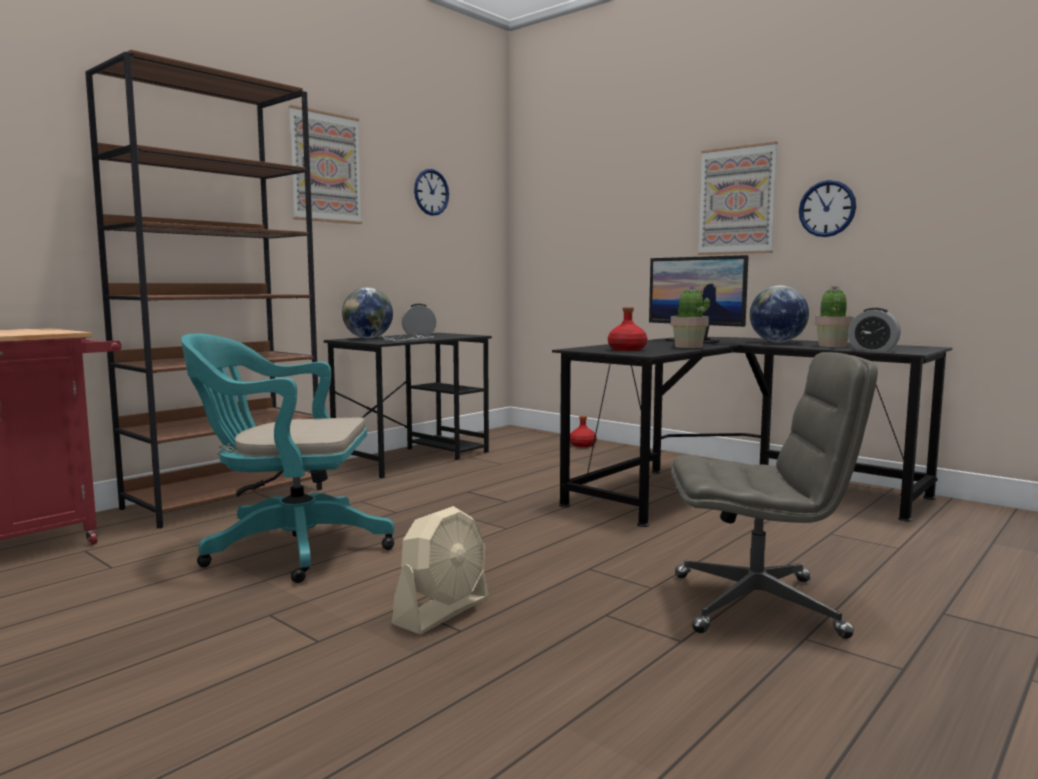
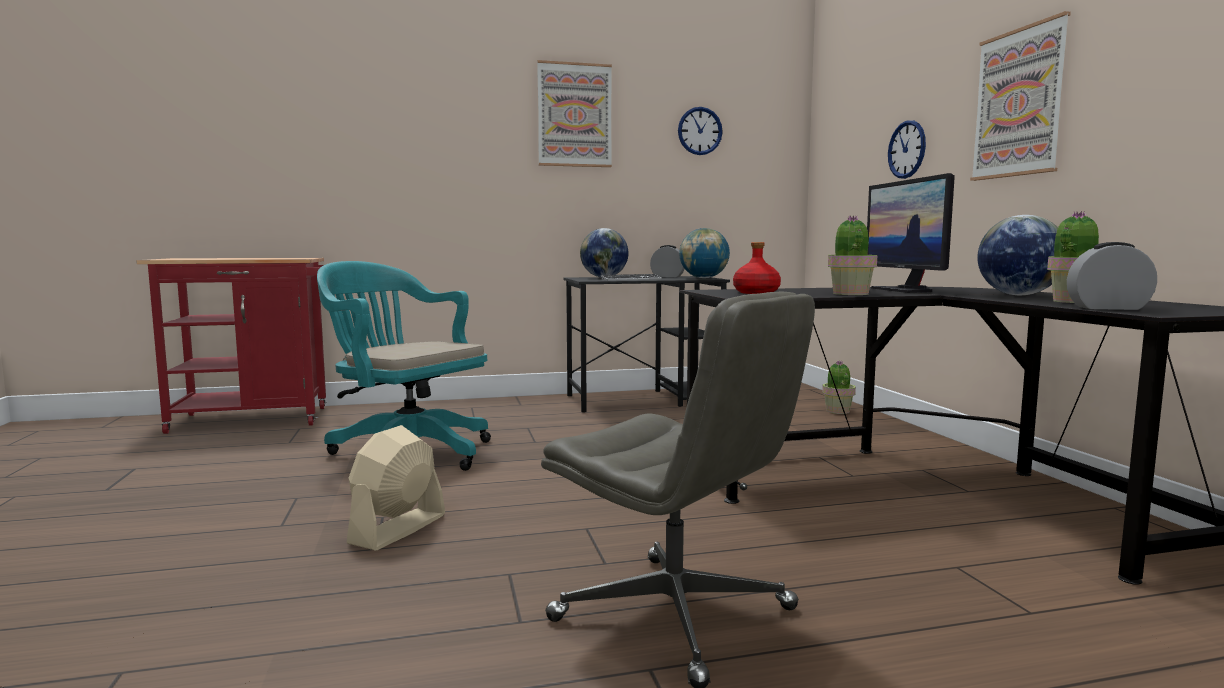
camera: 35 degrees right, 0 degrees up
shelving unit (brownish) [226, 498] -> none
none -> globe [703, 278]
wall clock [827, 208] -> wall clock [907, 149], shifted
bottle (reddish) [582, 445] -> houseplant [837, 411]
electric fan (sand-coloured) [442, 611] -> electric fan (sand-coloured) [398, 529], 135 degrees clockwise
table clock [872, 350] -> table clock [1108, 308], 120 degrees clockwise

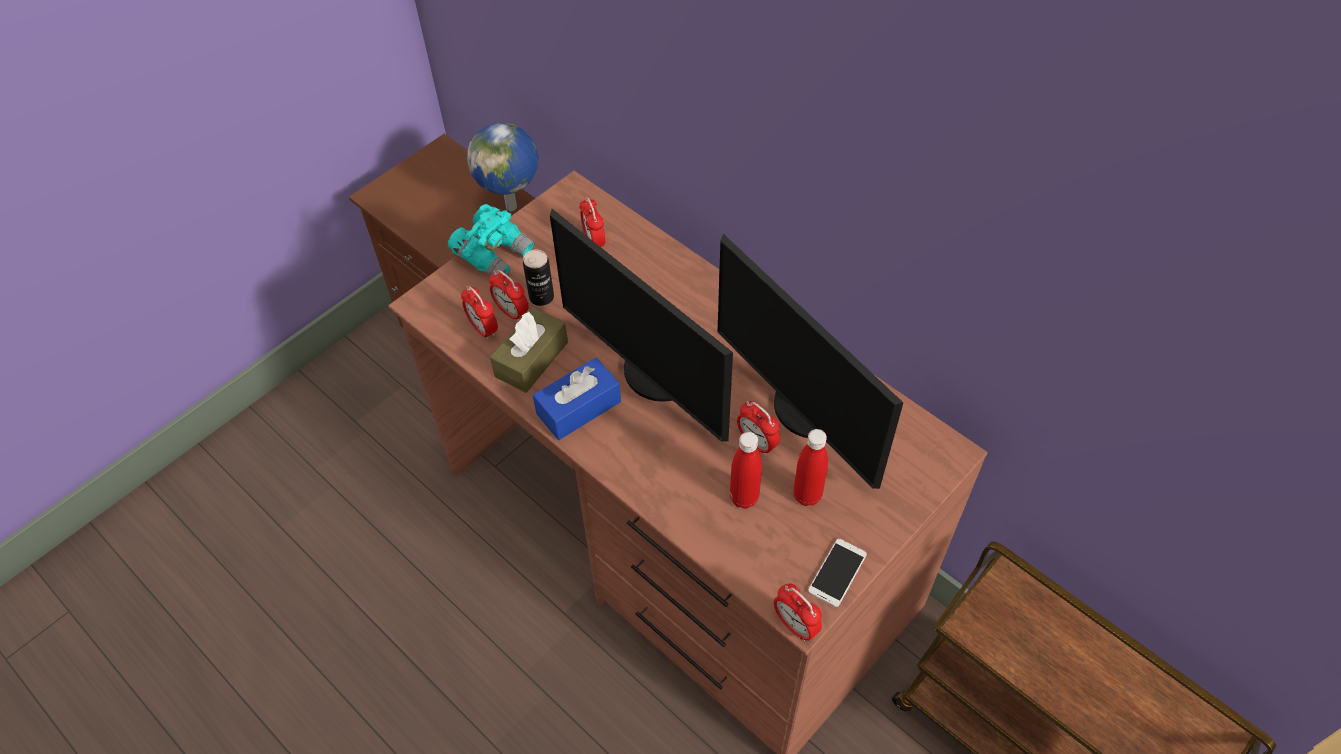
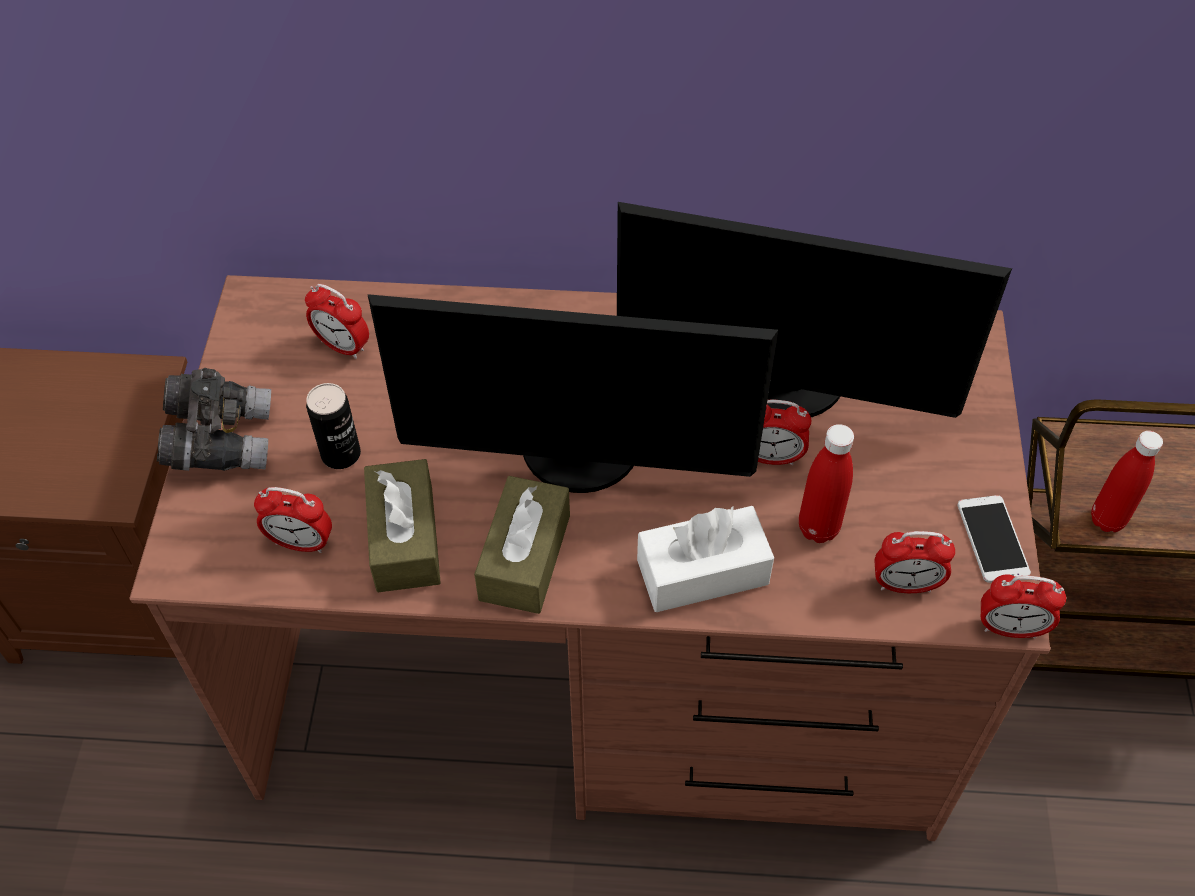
camera: 40 degrees left, 0 degrees up
globe [513, 207] -> none
none -> tissue holder (white-coloured) [702, 572]
table clock [512, 312] -> table clock [905, 584], shifted
bottle (reddish) [807, 495] -> bottle (reddish) [1107, 519], shifted
field glasses (turquoise-coloured) [494, 254] -> field glasses (gray) [221, 440]
tissue holder (bluish) [578, 408] -> tissue holder (brownish) [525, 557]

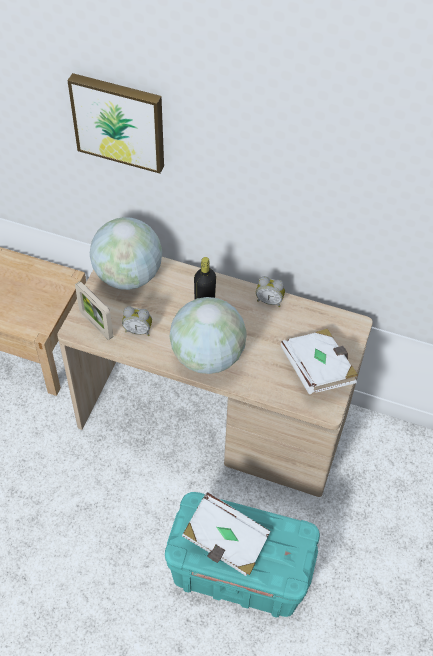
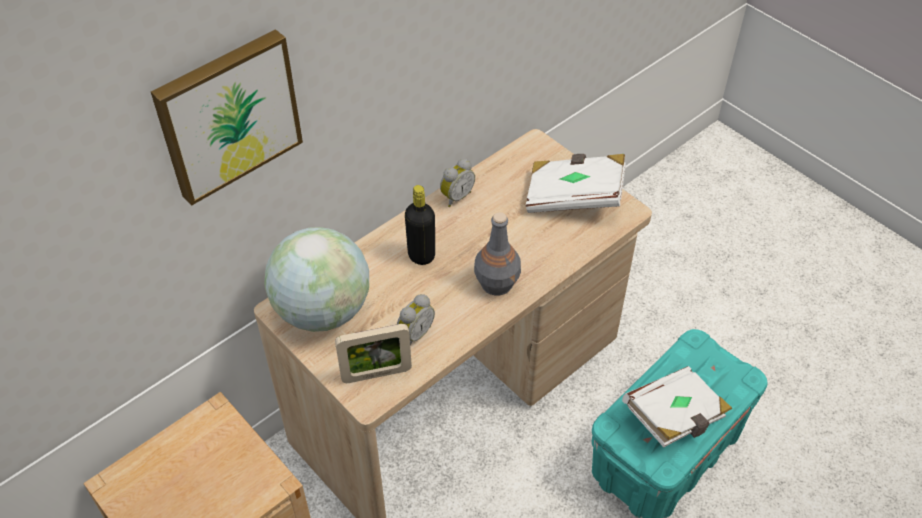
camera: 60 degrees left, 5 degrees down
globe [207, 356] -> bottle (gray) [497, 283]

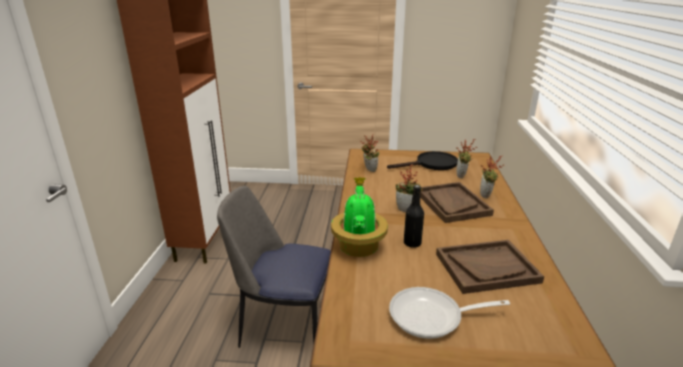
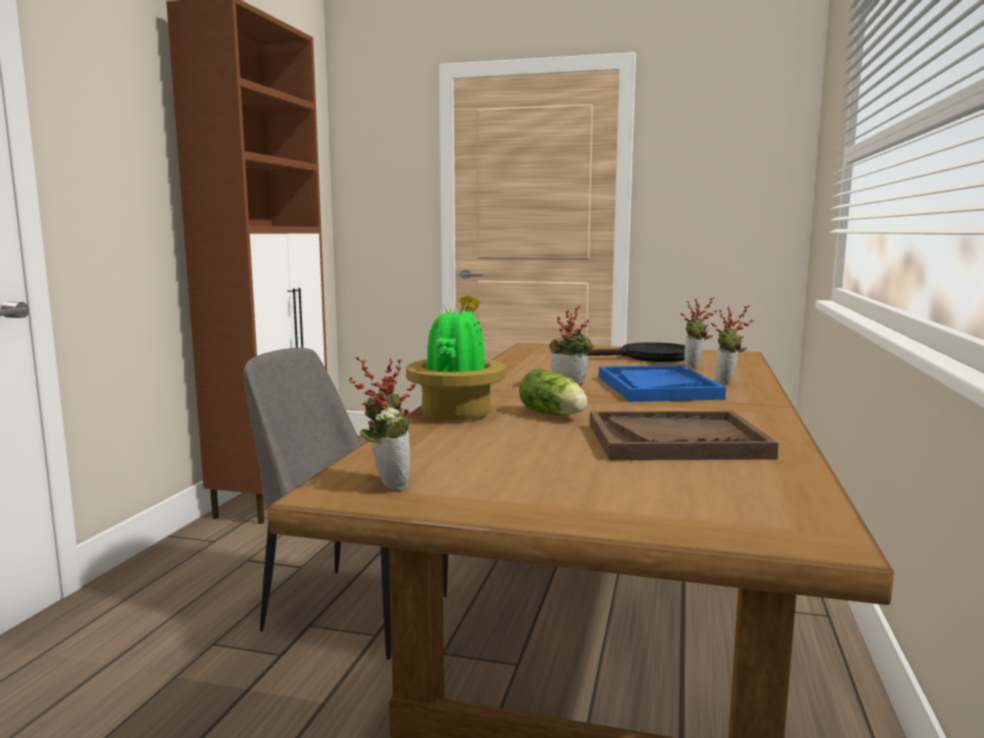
camera: 10 degrees right, 15 degrees down
frying pan [432, 317] -> none
houseplant [368, 170] -> houseplant [386, 484], shifted
bottle (black) [412, 243] -> lettuce head [554, 415]
carrying tray (brownish) [452, 203] -> carrying tray (bluish) [657, 387]

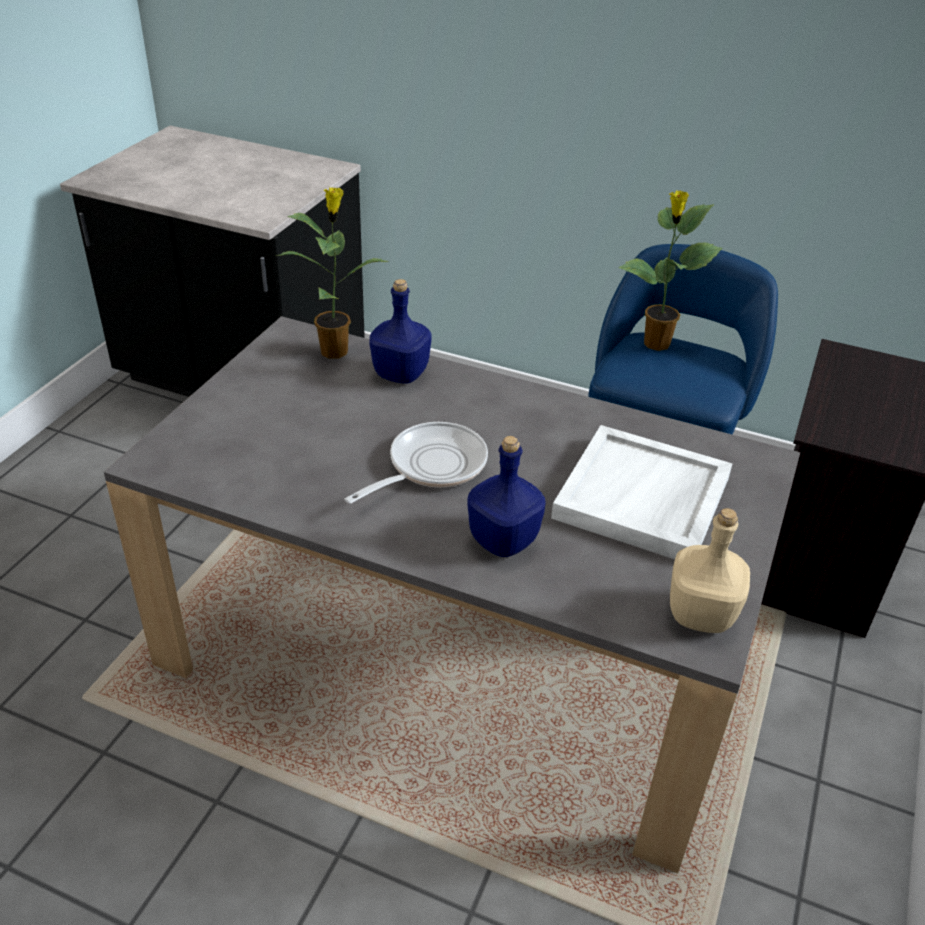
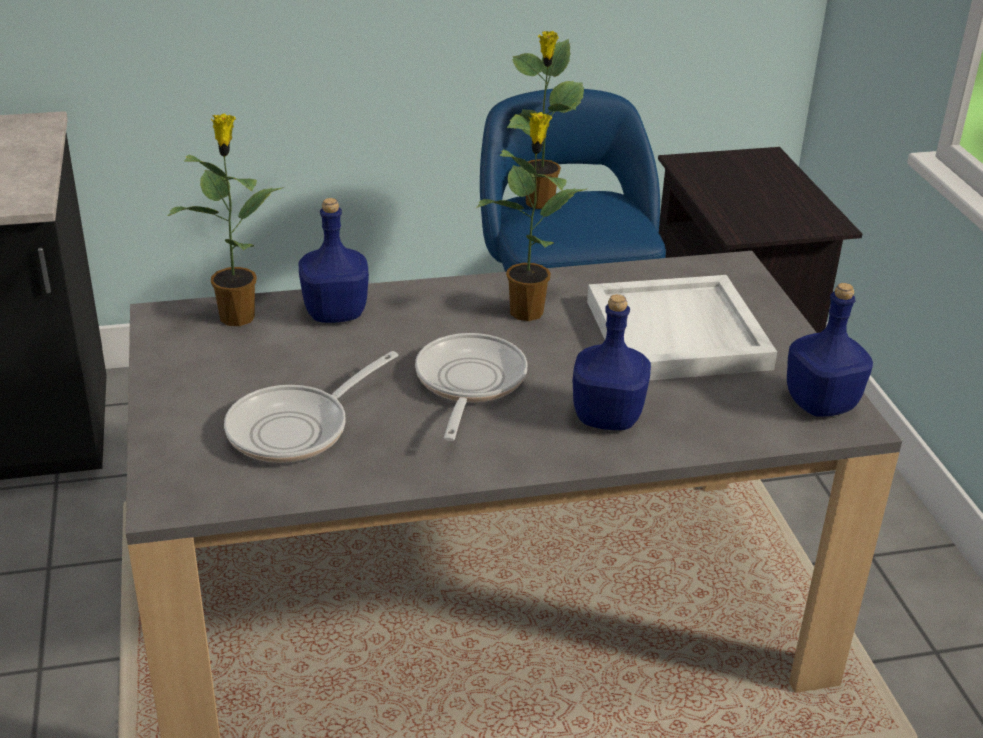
camera: 35 degrees left, 5 degrees down
none -> frying pan [297, 428]
none -> houseplant [527, 311]
bottle (sand-coloured) [700, 616] -> bottle (bluish) [821, 405]

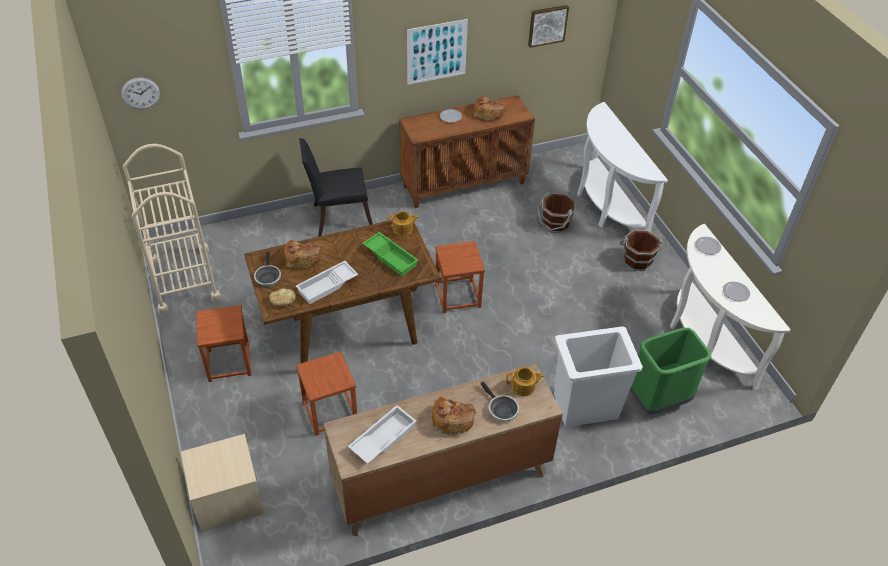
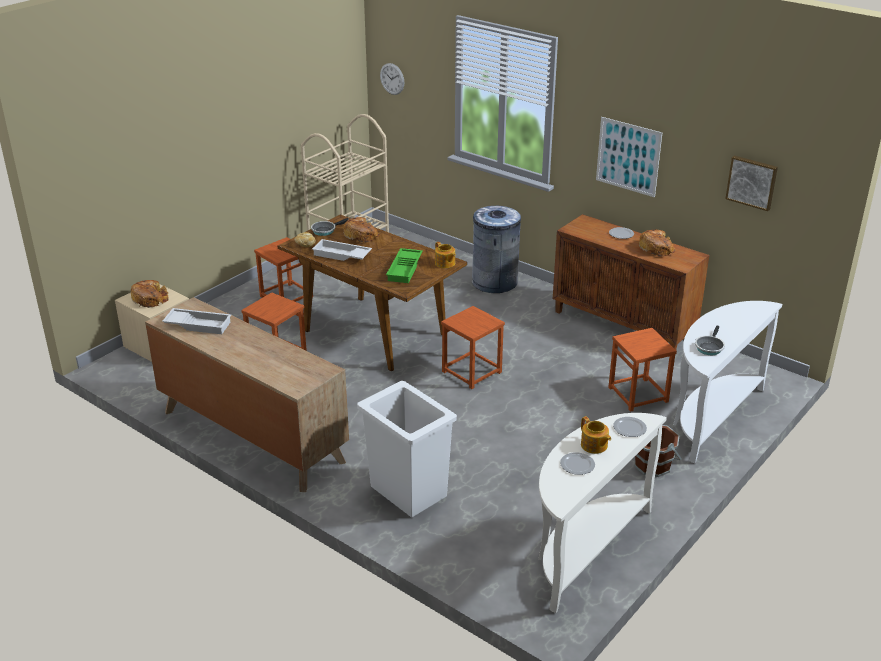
camera: 60 degrees right, 15 degrees down
waste bin (greenish) [658, 399] -> none
bread [452, 418] -> bread [150, 299], shifted
frying pan [501, 409] -> frying pan [709, 347], shifted
teapot [523, 387] -> teapot [594, 446], shifted
chair (black) [338, 218] -> waste bin (gray) [494, 282]
pail (brownish) [555, 224] -> sitting stool (brownish) [638, 394]

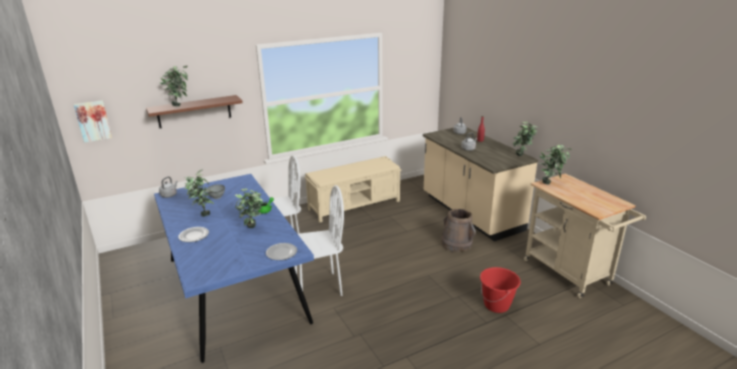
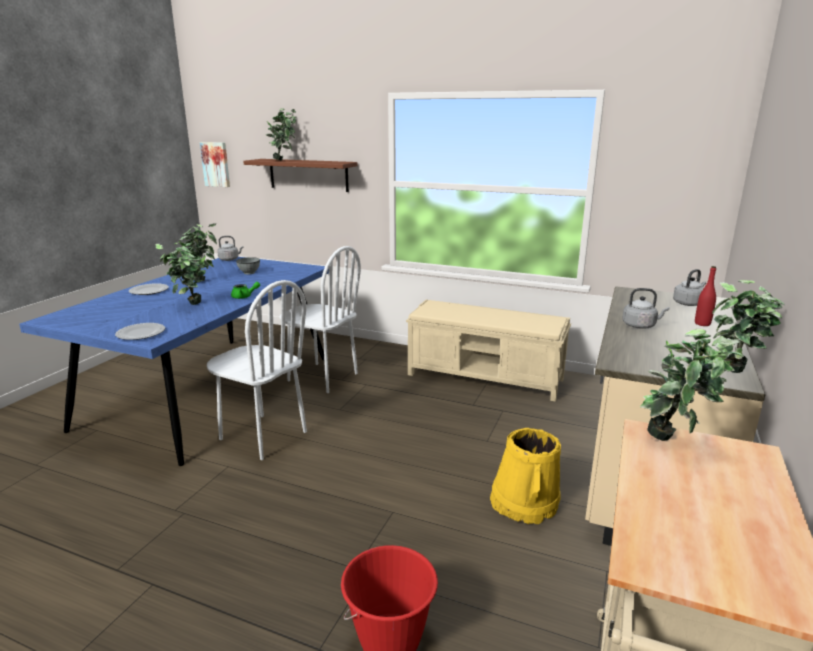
camera: 50 degrees right, 5 degrees down
pail (brownish) [456, 244] -> pail (yellow-coloured) [524, 502]

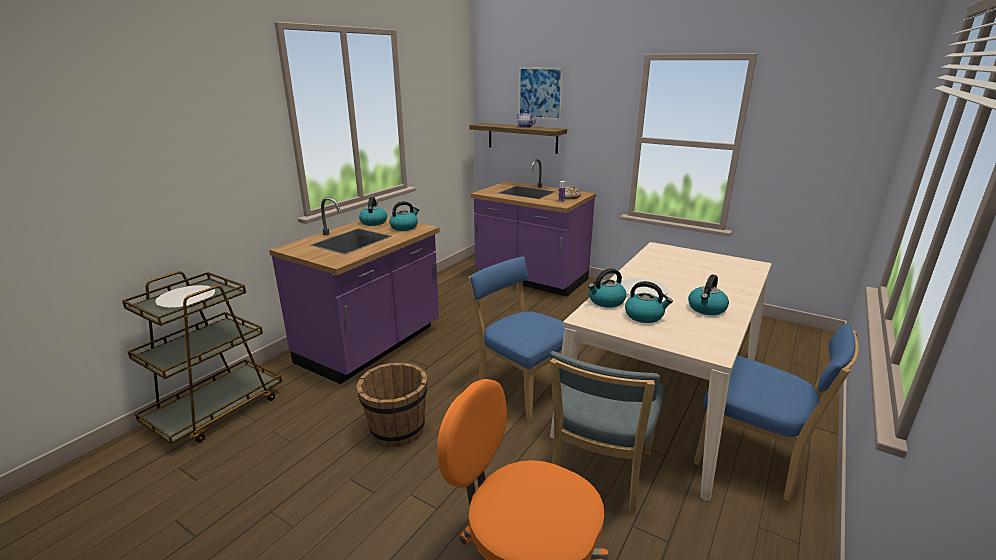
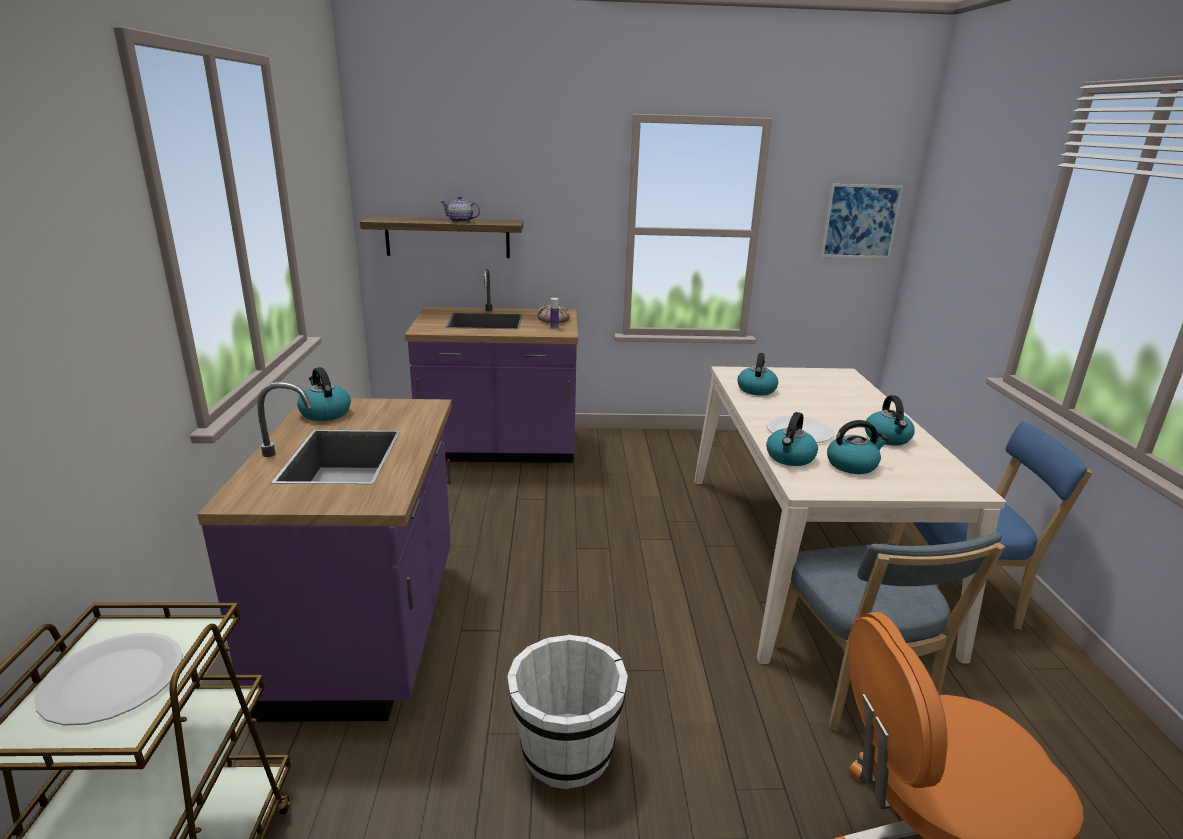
camera: 35 degrees left, 0 degrees up
chair (bluish) [522, 388] -> none
tea kettle [404, 227] -> tea kettle [756, 389], shifted
picture [540, 93] -> picture [860, 221], shifted
pail (brownish) [397, 430] -> pail (white-coloured) [566, 752]

